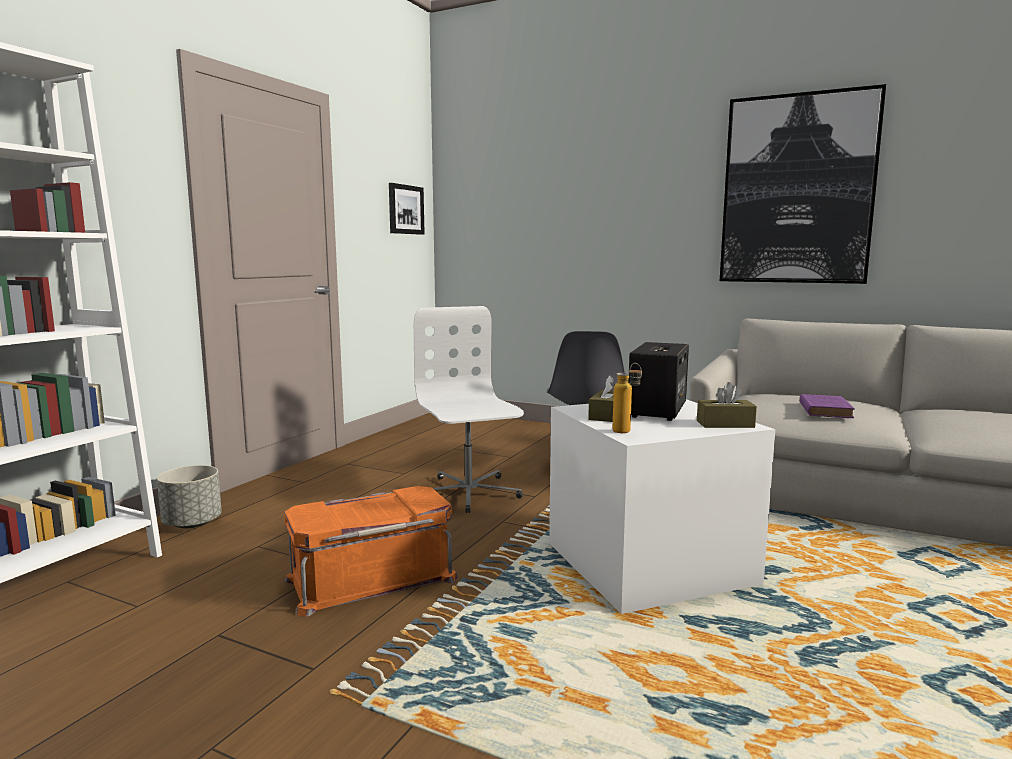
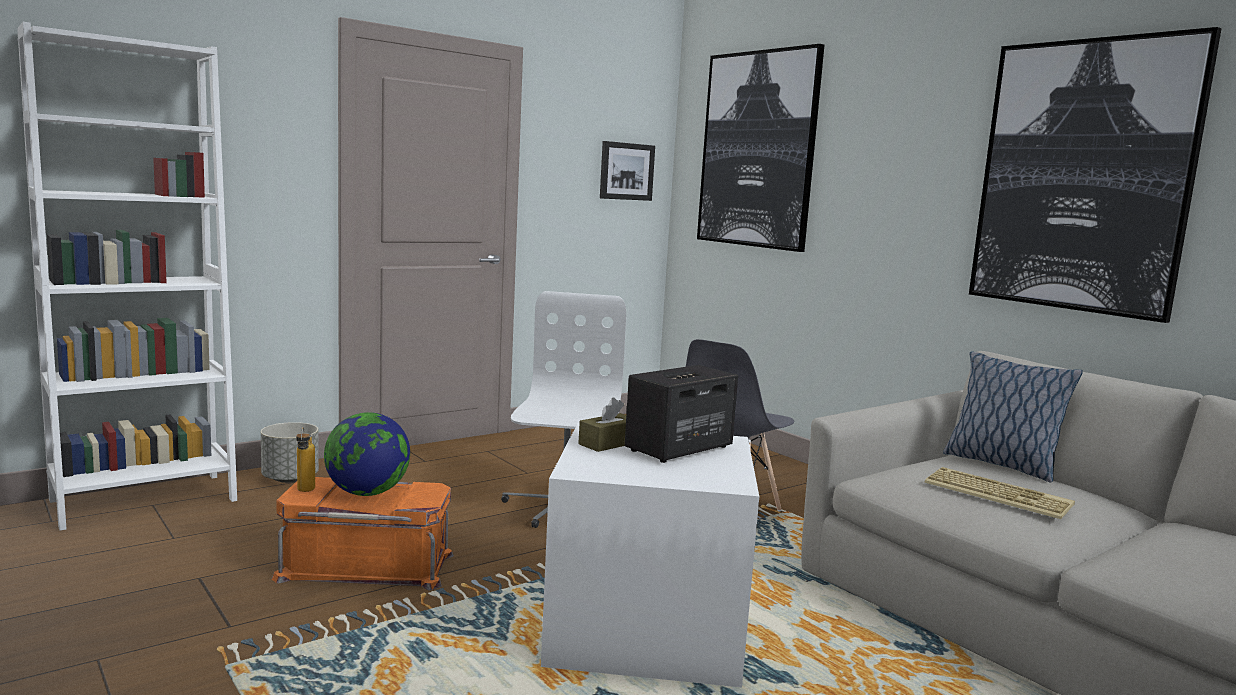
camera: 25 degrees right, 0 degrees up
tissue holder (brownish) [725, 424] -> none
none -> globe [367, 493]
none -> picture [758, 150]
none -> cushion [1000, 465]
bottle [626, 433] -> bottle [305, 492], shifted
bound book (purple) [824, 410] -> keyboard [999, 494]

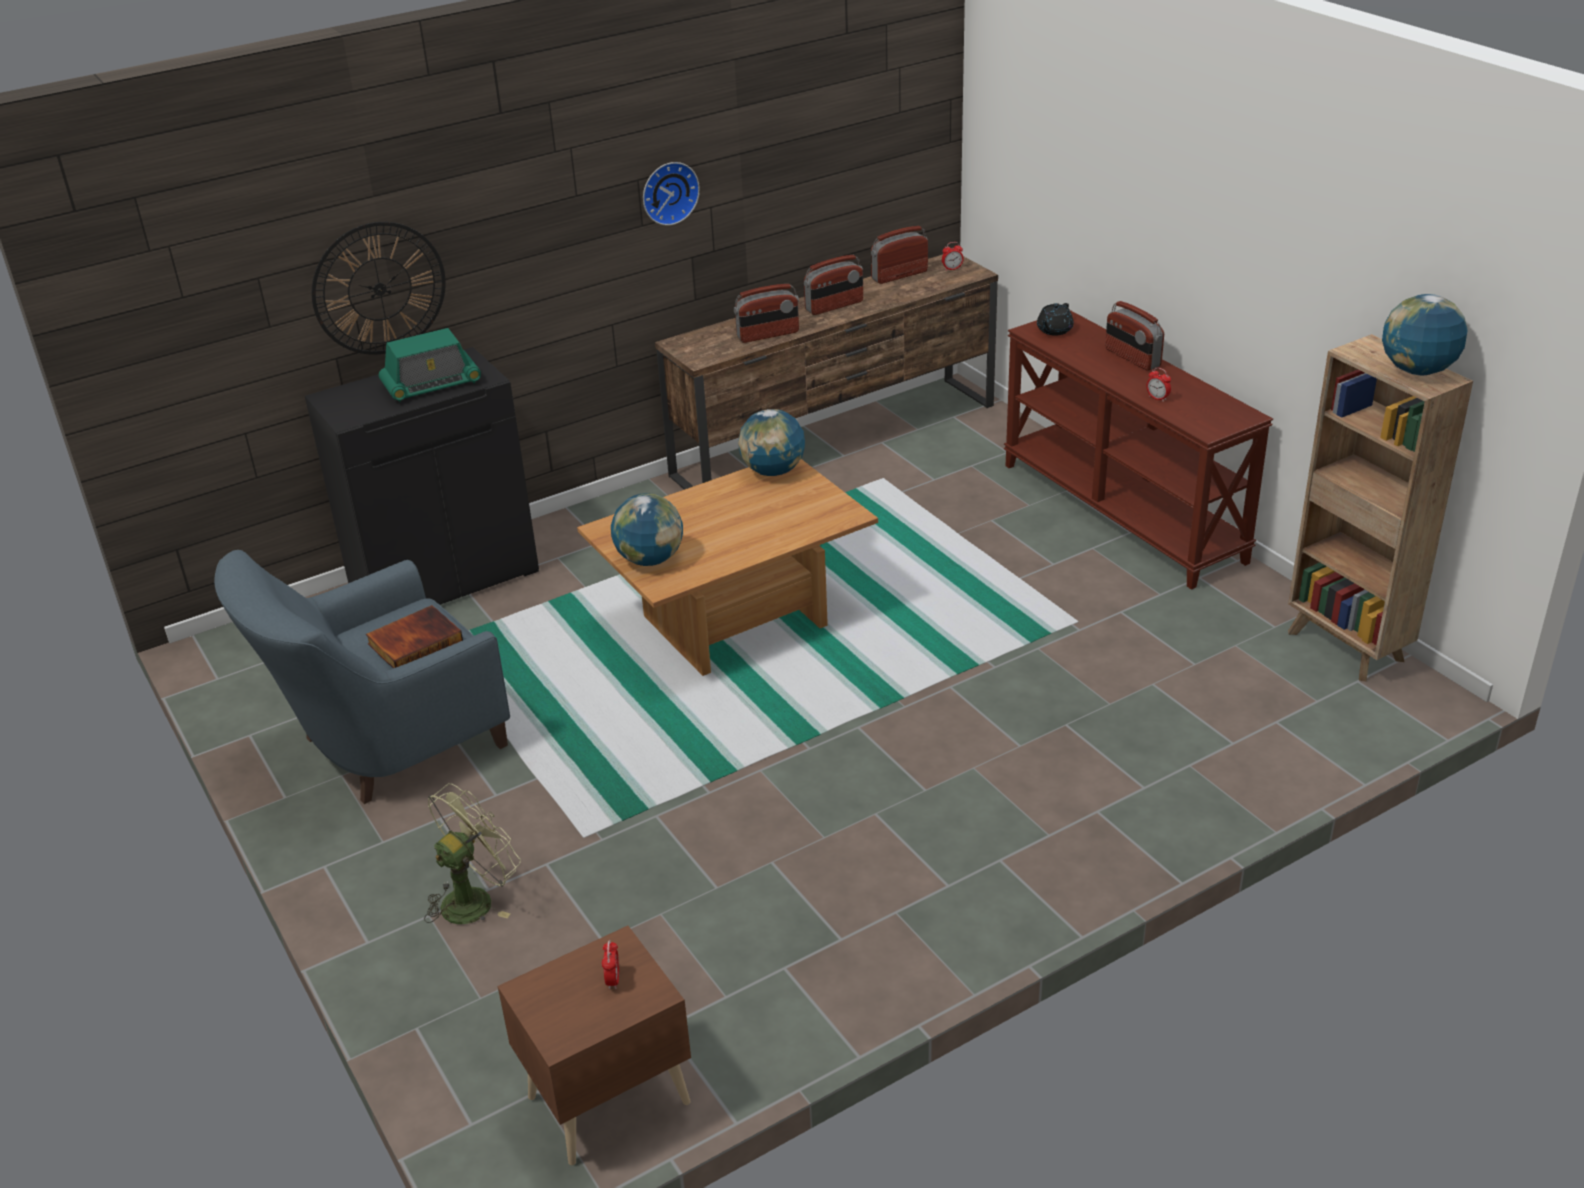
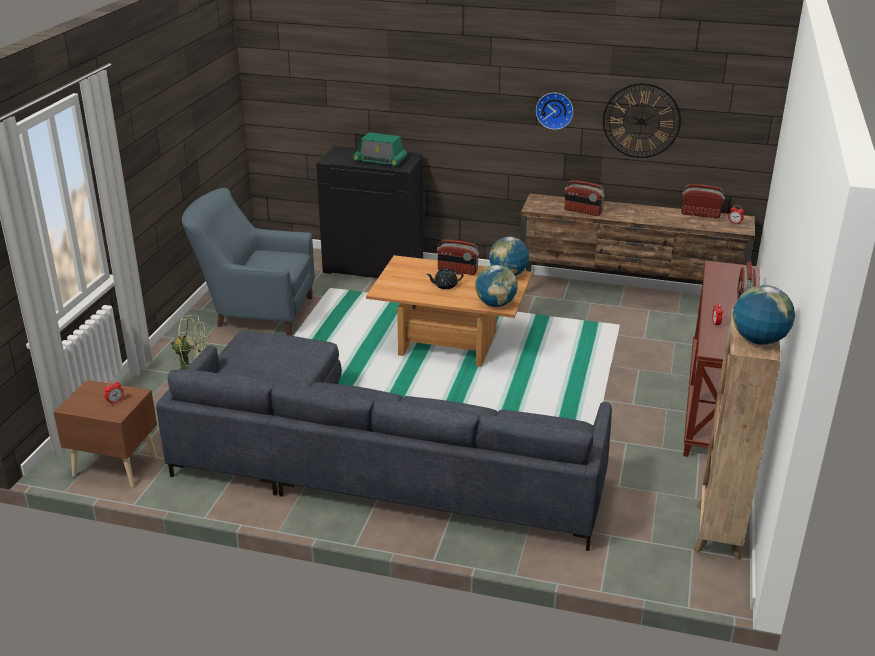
camera: 45 degrees right, 5 degrees down
bound book [415, 641] -> none
none -> settee (gray) [368, 463]
wall clock [379, 289] -> wall clock [641, 121], shifted
globe [650, 559] -> globe [495, 304], shifted
radio set [834, 306] -> radio set [457, 271], shifted
teapot (black) [1054, 330] -> teapot (black) [445, 285], shifted

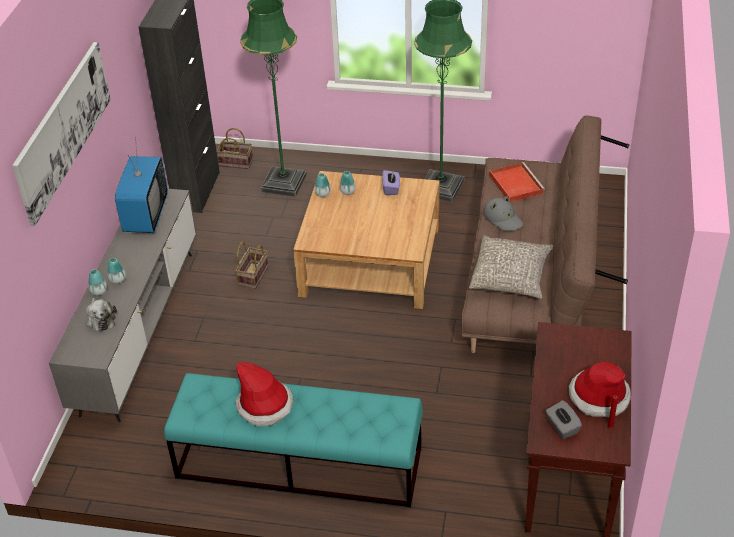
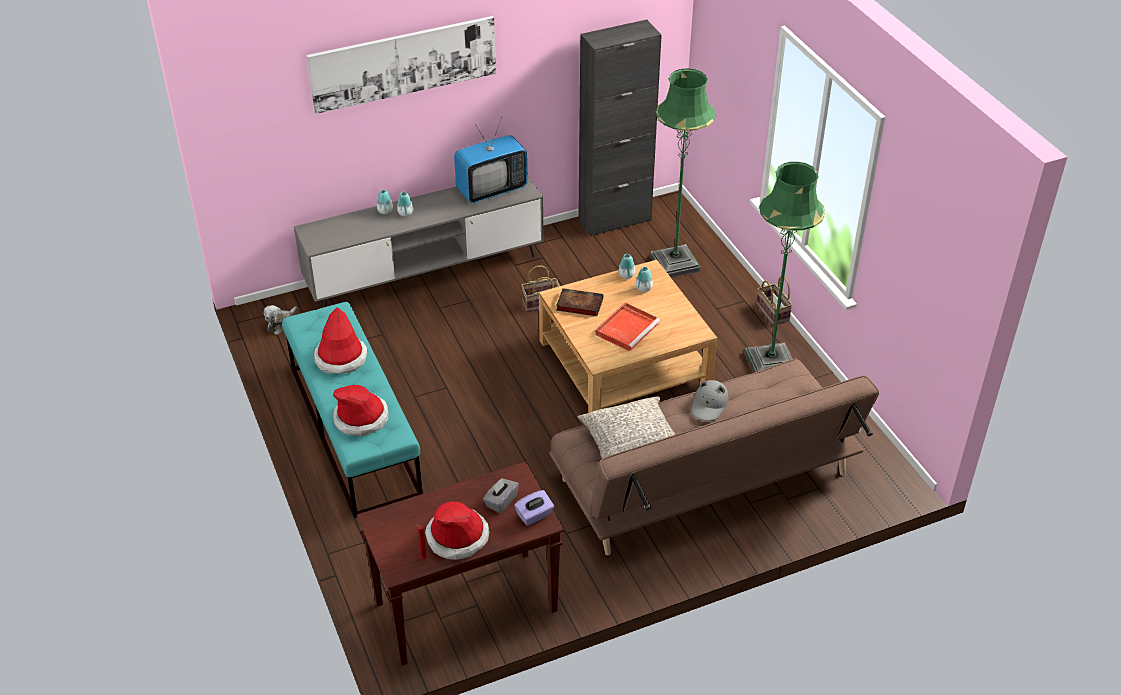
camera: 55 degrees right, 0 degrees up
none -> wearable hat [361, 418]
none -> bound book [578, 305]
soft toy [101, 319] -> soft toy [281, 324], shifted
household basket [237, 162] -> household basket [773, 313], shifted
tissue holder (purple) [391, 188] -> tissue holder (purple) [534, 515], shifted
carrying tray (reddish) [515, 184] -> carrying tray (reddish) [627, 328], shifted
tissue holder (gray) [562, 427] -> tissue holder (gray) [501, 502], shifted

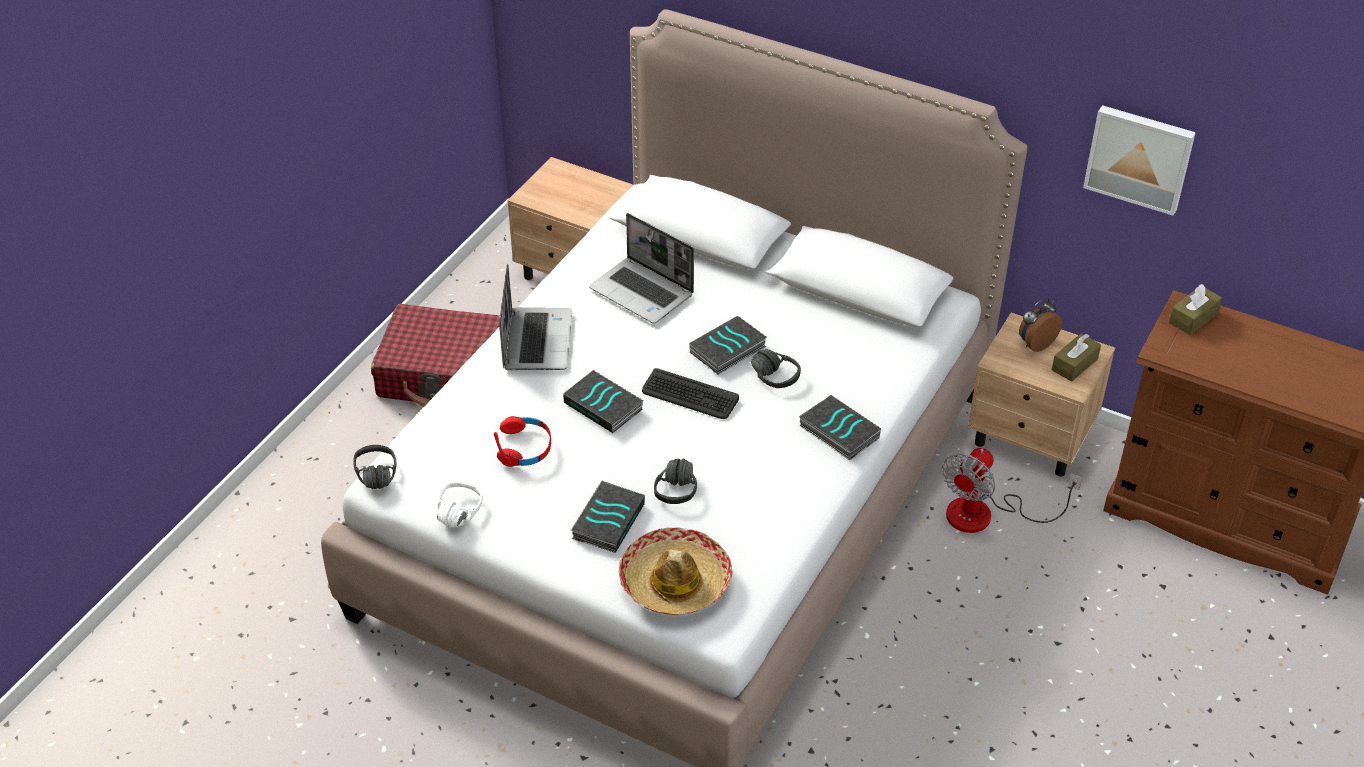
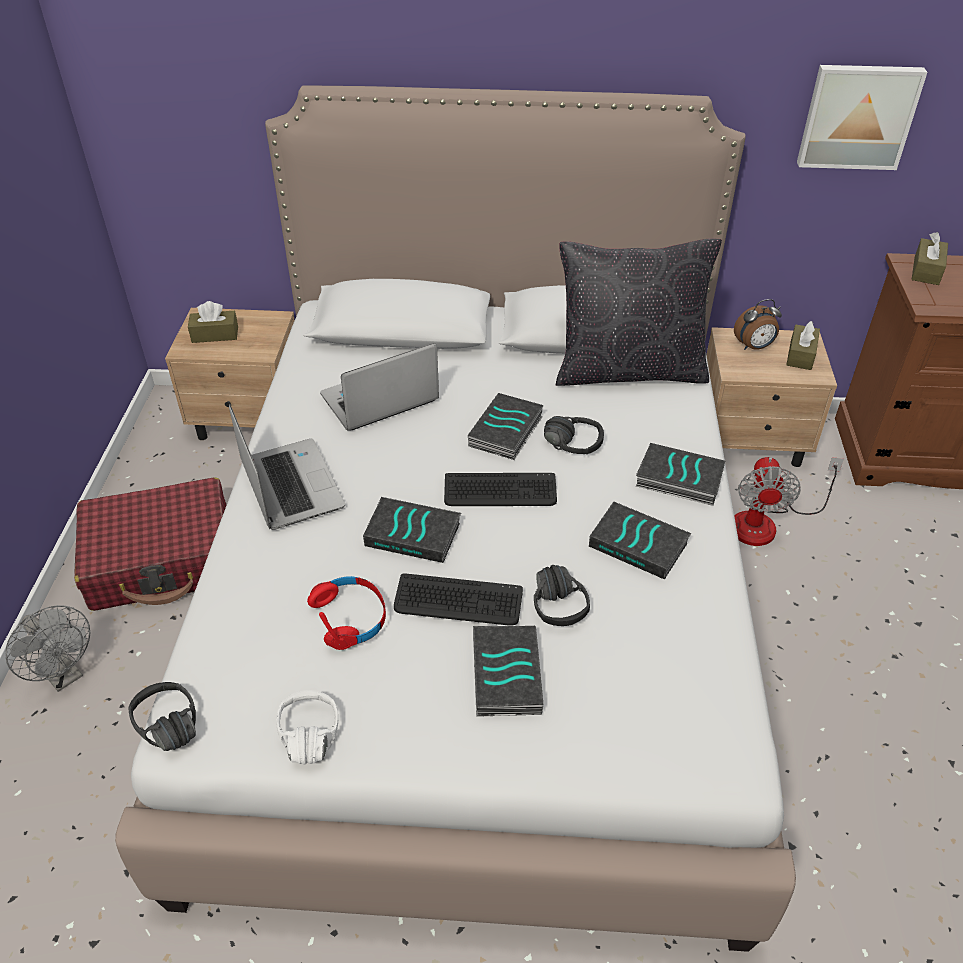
camera: 25 degrees left, 0 degrees up
wearable hat [674, 582] -> none
none -> electric fan (gray) [64, 675]
none -> tissue holder (brownish) [215, 334]
none -> keyboard [458, 601]
none -> cushion (black) [629, 370]
none -> bound book [639, 544]
portable computer [643, 292] -> portable computer [379, 400], 135 degrees clockwise
table clock [1035, 343] -> table clock [754, 347], 135 degrees counterclockwise

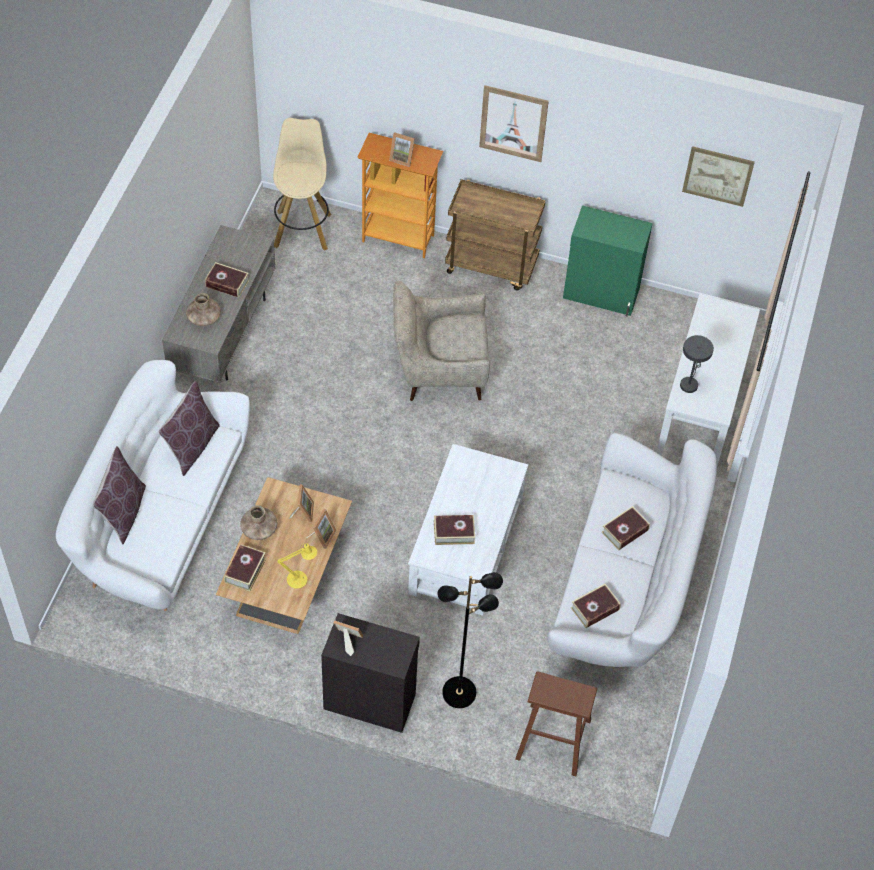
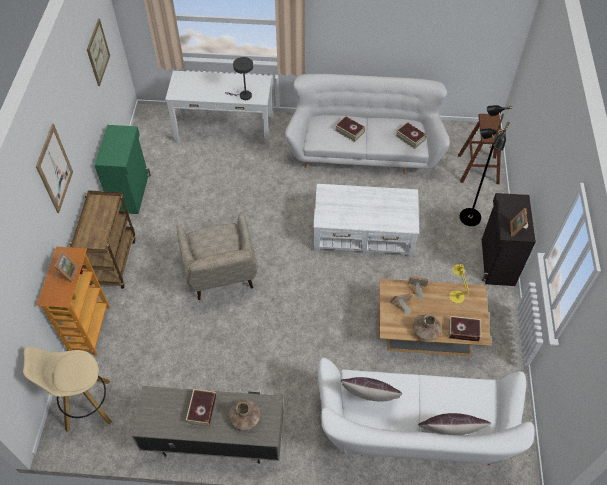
camera: 100 degrees left, 0 degrees up
bound book [454, 532] -> none

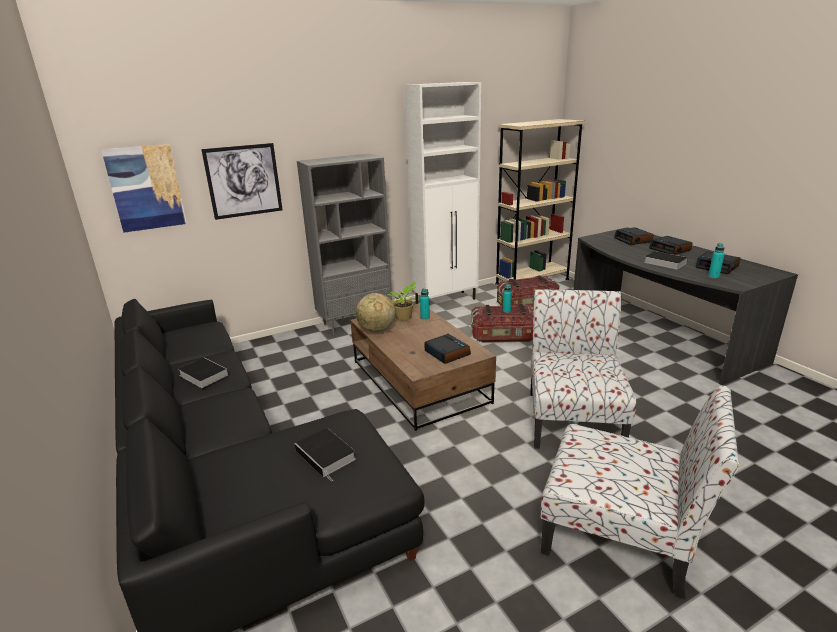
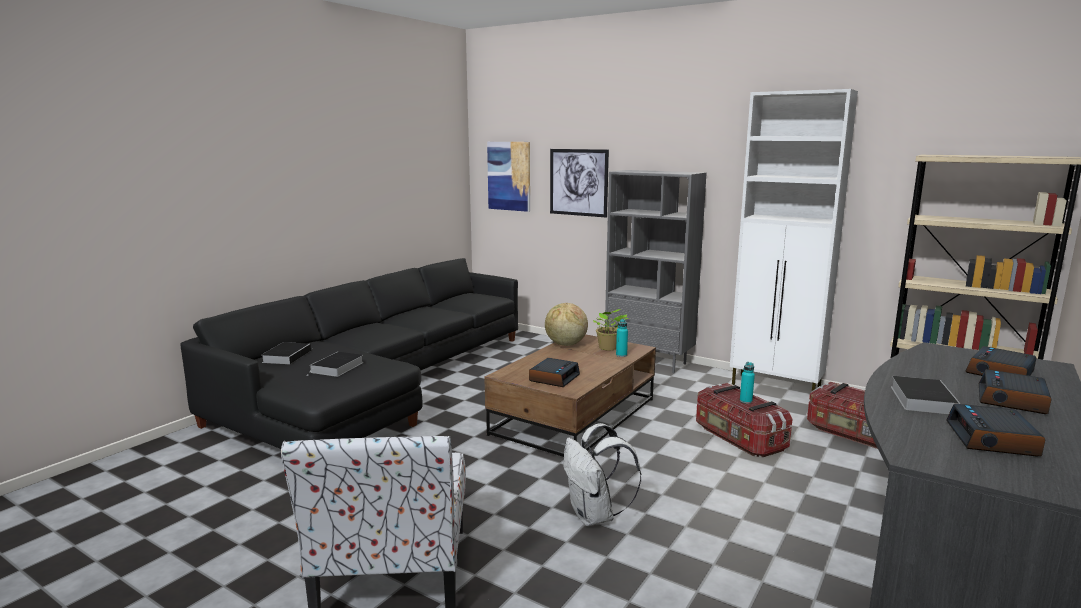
camera: 60 degrees right, 10 degrees down
bottle (turquoise-coloured) [713, 276] -> none
bound book [202, 375] -> bound book [287, 356], shifted
chair [572, 418] -> rucksack (white-coloured) [595, 516]

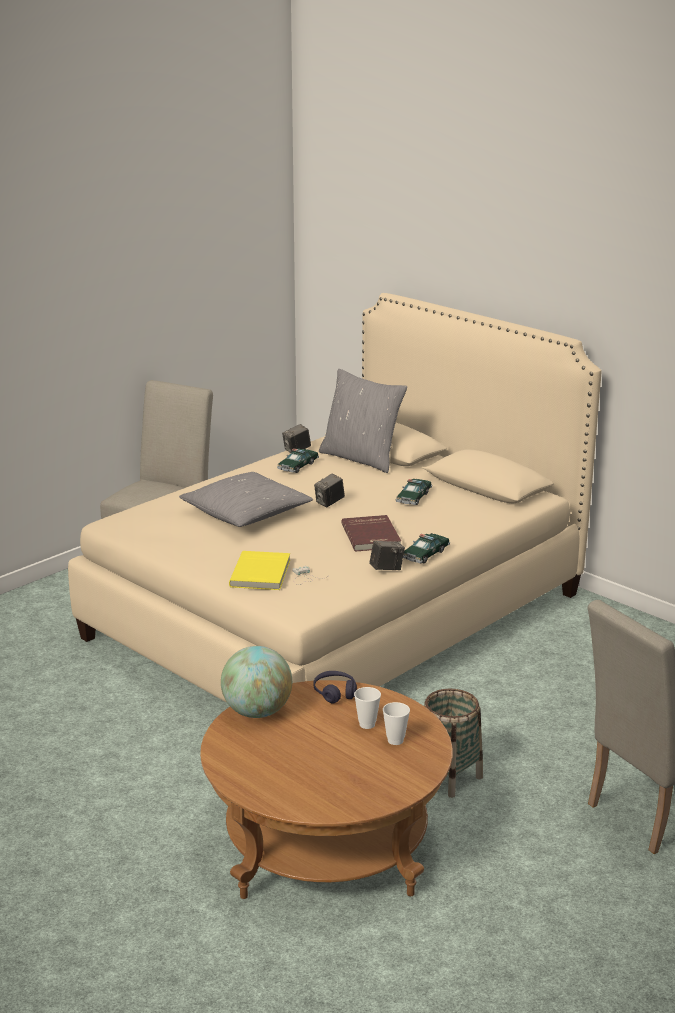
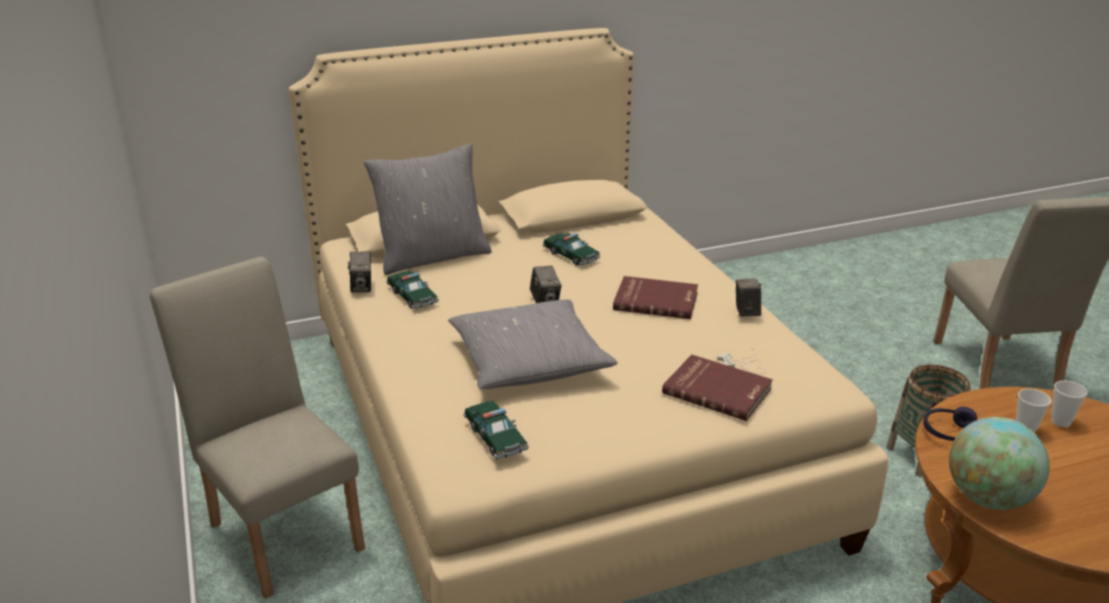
camera: 65 degrees left, 5 degrees up
miniature car [425, 554] -> miniature car [495, 437], shifted
bound book (yellow-coloured) [262, 573] -> bound book (reddish) [717, 390]

